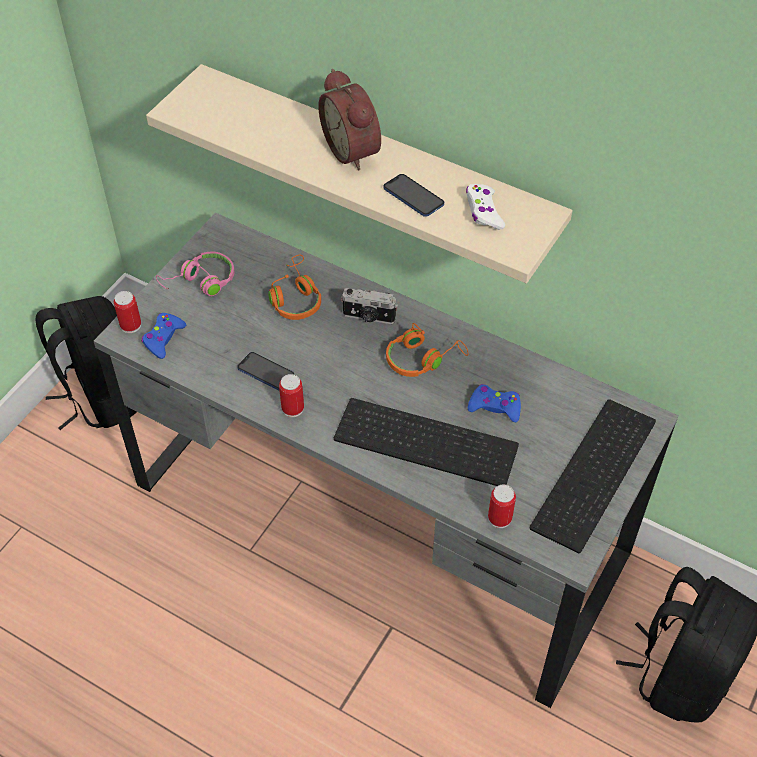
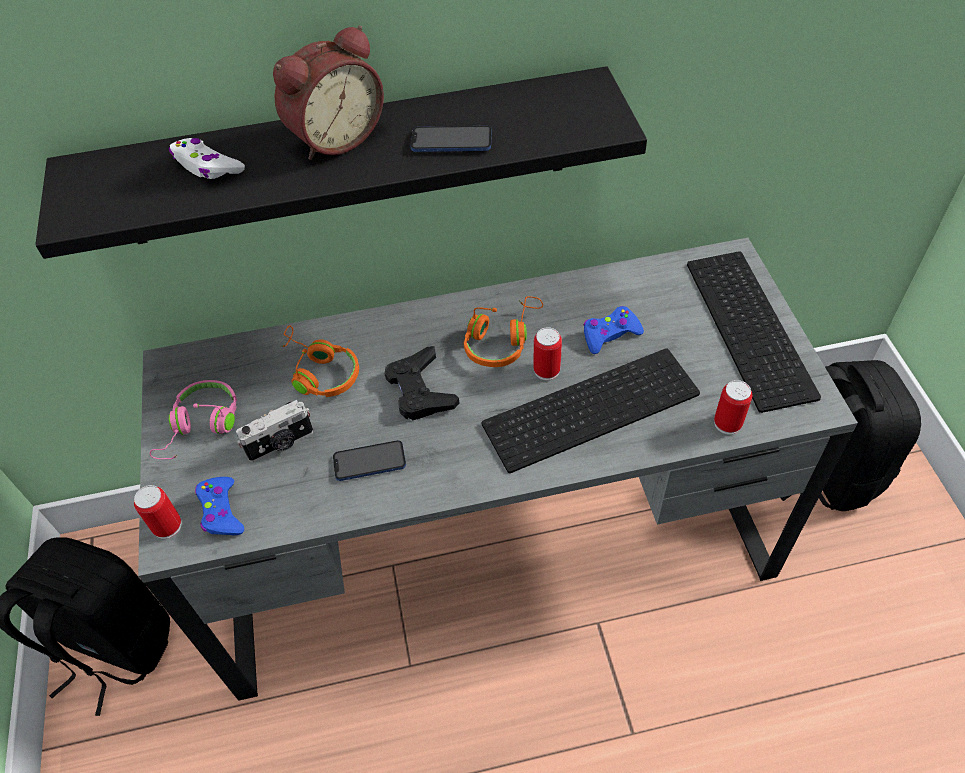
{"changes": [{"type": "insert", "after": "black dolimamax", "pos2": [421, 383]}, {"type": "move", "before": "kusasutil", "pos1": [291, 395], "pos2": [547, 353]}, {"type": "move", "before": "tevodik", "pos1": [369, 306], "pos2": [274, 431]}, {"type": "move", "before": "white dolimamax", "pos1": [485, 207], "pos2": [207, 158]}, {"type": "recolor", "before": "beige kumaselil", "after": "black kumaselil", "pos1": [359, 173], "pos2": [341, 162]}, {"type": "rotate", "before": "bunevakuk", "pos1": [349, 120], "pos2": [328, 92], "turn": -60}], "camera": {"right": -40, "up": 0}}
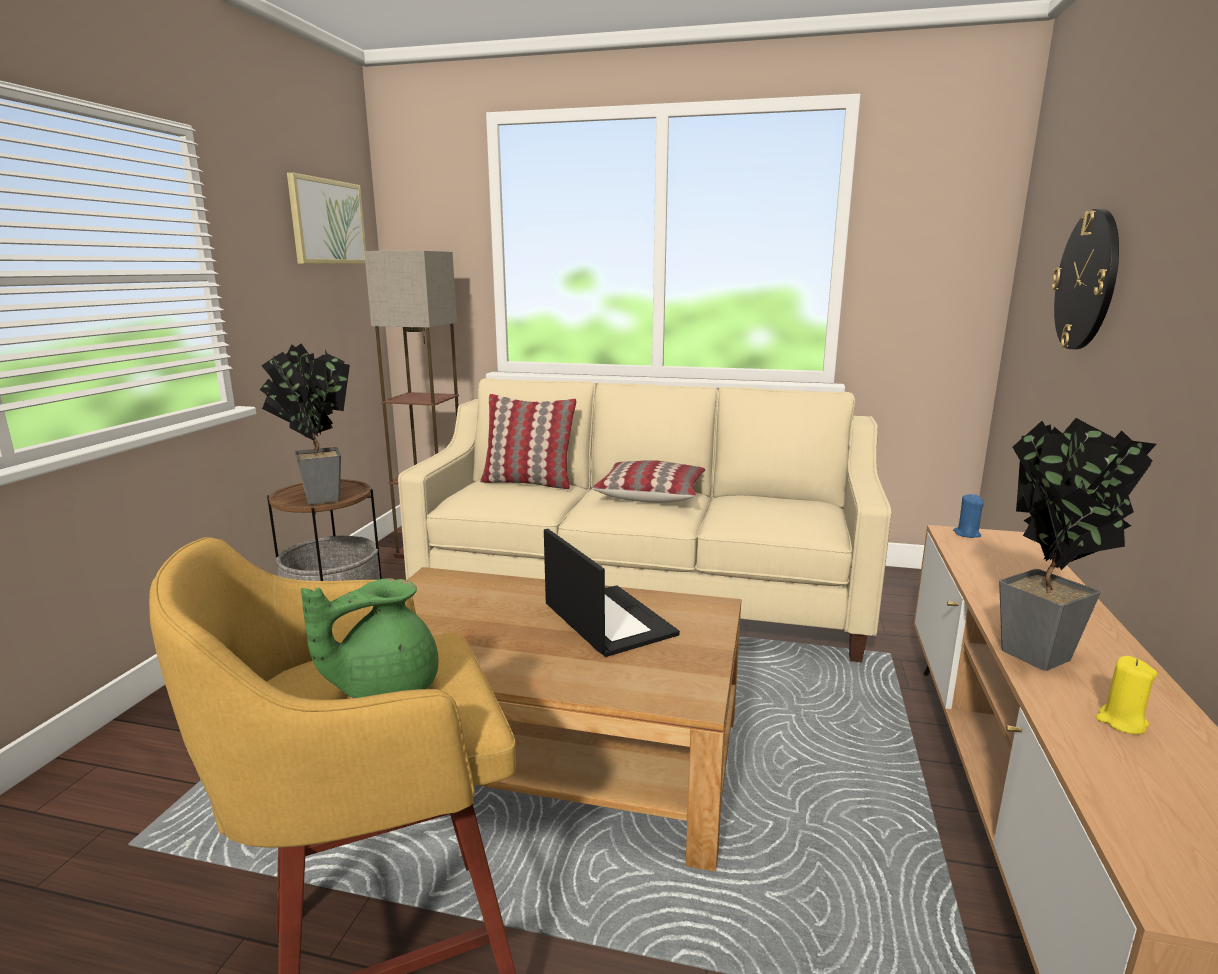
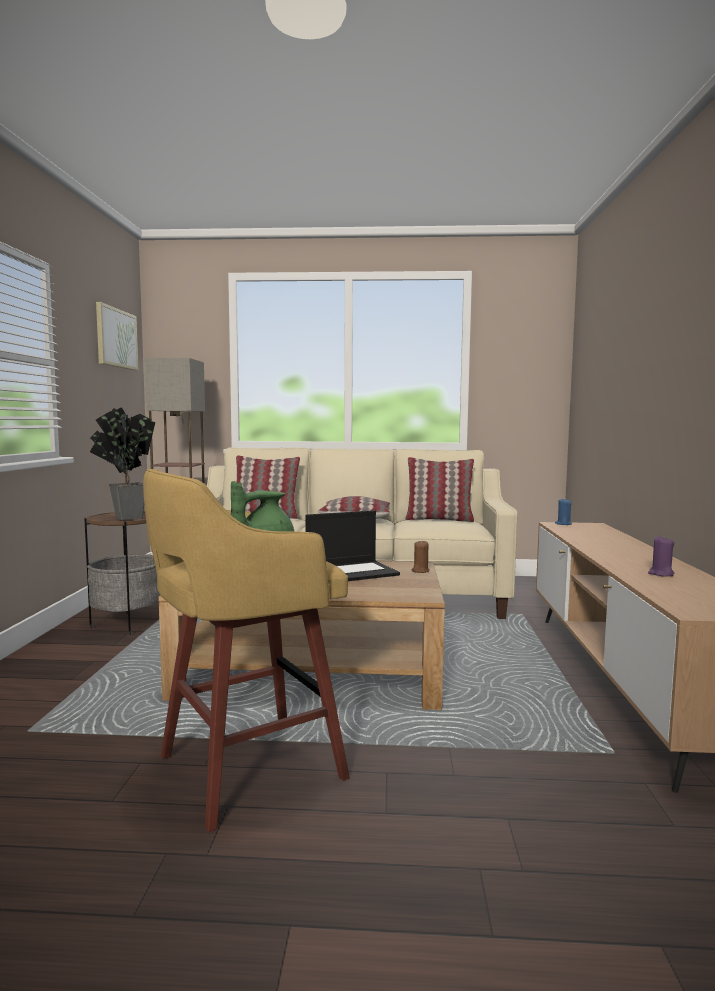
{"changes": [{"type": "delete", "before": "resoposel", "pos1": [1078, 544]}, {"type": "delete", "before": "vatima", "pos1": [1085, 279]}, {"type": "insert", "after": "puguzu", "pos2": [439, 489]}, {"type": "insert", "after": "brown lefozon", "pos2": [421, 556]}, {"type": "recolor", "before": "yellow lefozon", "after": "purple lefozon", "pos1": [1126, 695], "pos2": [661, 557]}, {"type": "rotate", "before": "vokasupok", "pos1": [612, 593], "pos2": [352, 545], "turn": 105}], "camera": {"right": -10, "up": -10}}
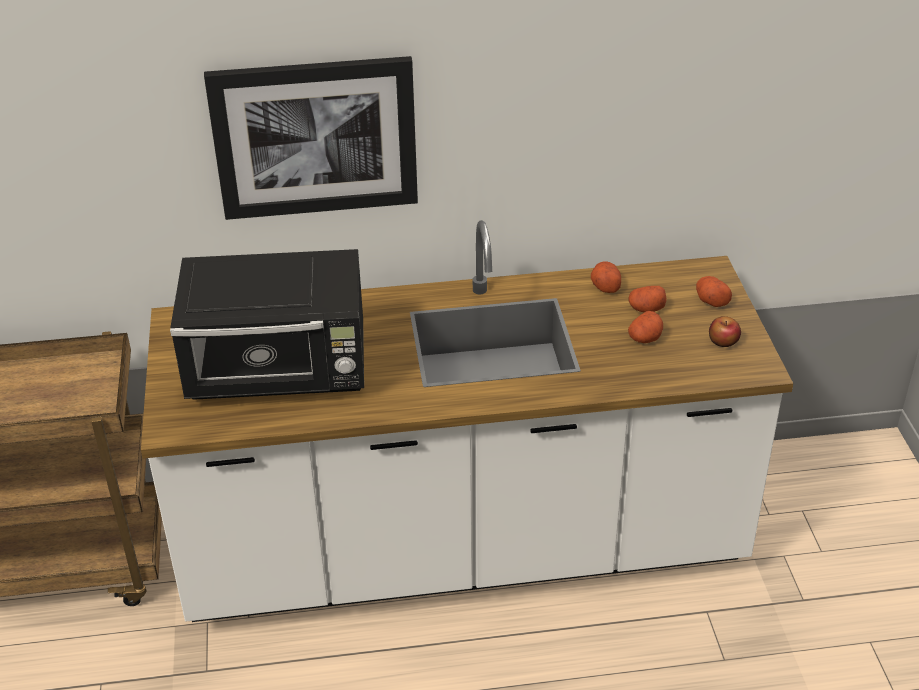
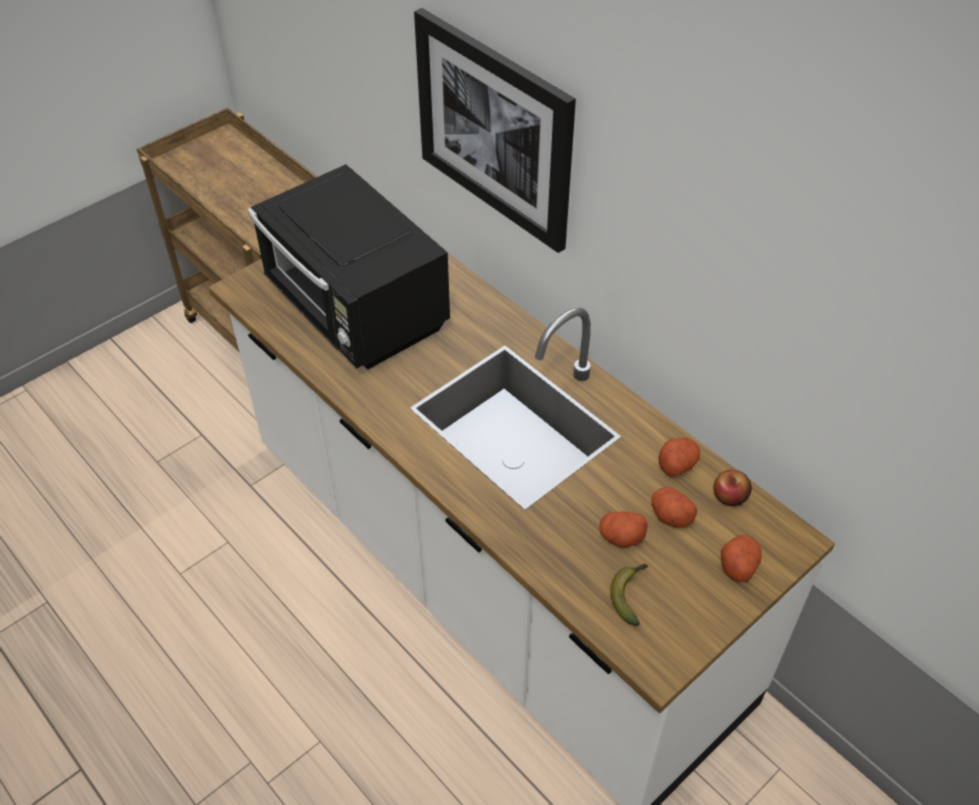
{"changes": [{"type": "insert", "after": "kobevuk", "pos2": [629, 595]}, {"type": "move", "before": "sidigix", "pos1": [725, 331], "pos2": [732, 488]}], "camera": {"right": 55, "up": 10}}
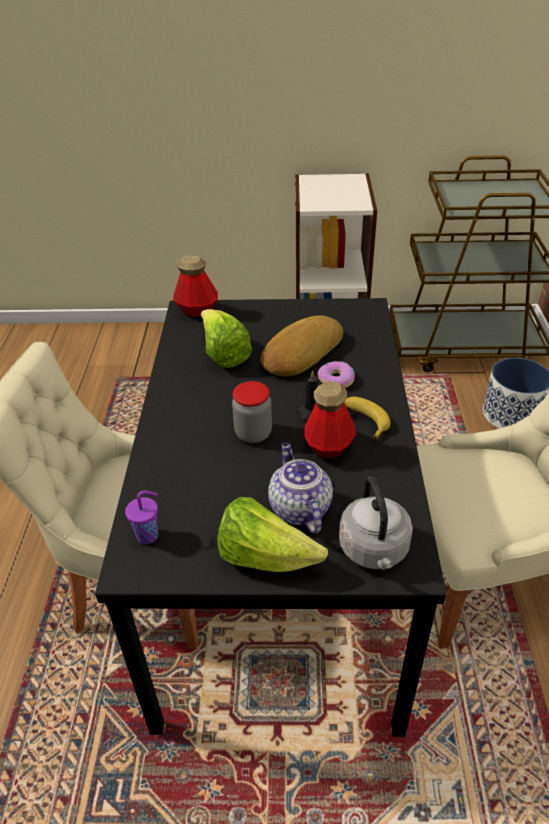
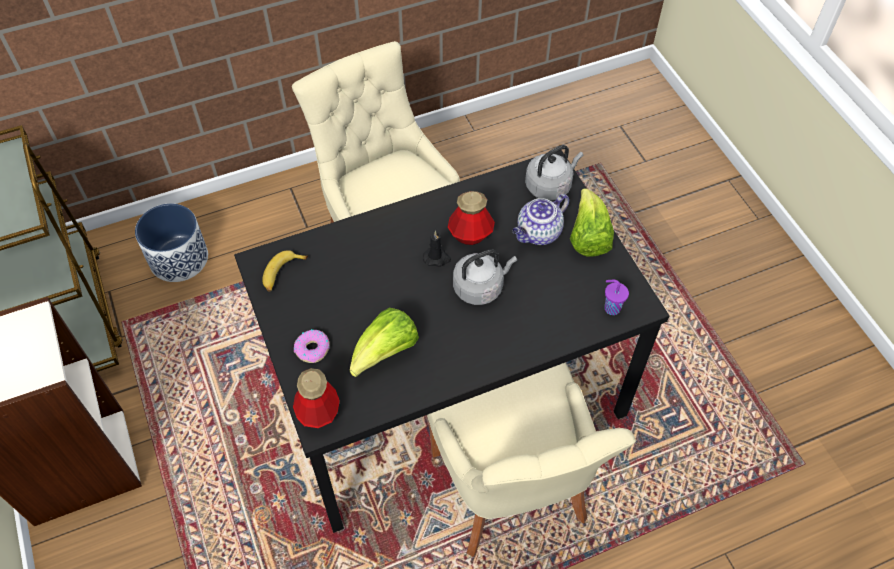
{"changes": [{"type": "delete", "before": "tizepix", "pos1": [302, 345]}, {"type": "move", "before": "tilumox", "pos1": [336, 374], "pos2": [312, 346]}, {"type": "move", "before": "kobevuk", "pos1": [367, 419], "pos2": [285, 271]}, {"type": "replace", "before": "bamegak", "after": "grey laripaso", "pos1": [252, 412], "pos2": [485, 277]}], "camera": {"right": -115, "up": 15}}
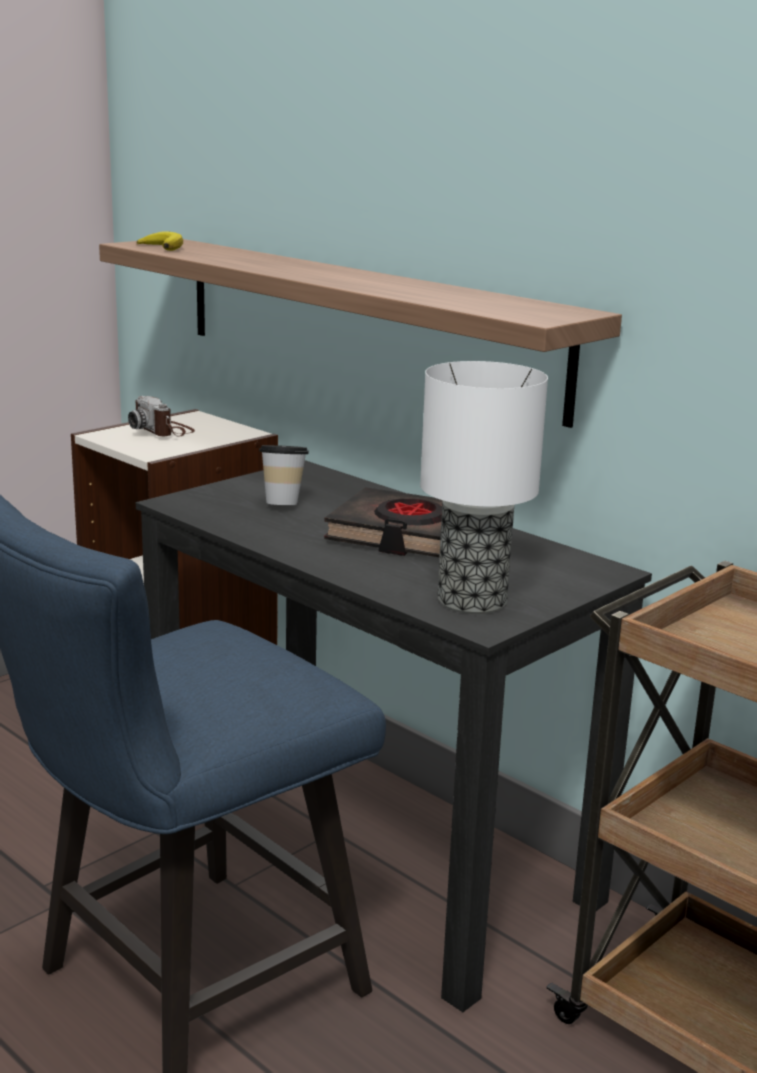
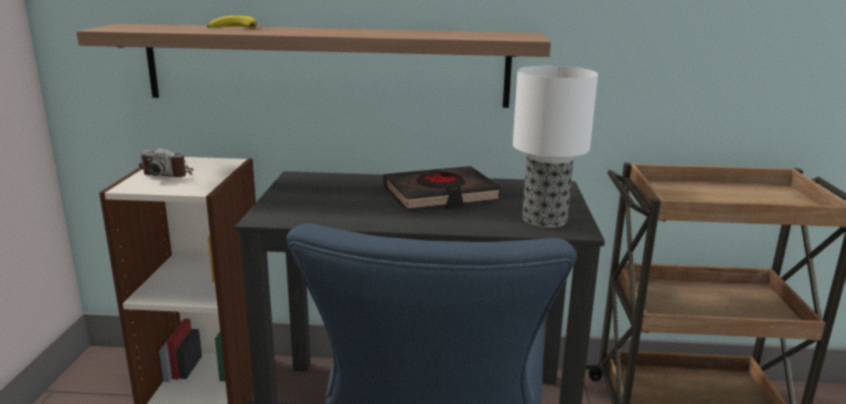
{"changes": [{"type": "delete", "before": "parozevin", "pos1": [284, 475]}, {"type": "move", "before": "kobevuk", "pos1": [160, 241], "pos2": [232, 22]}], "camera": {"right": -40, "up": 0}}
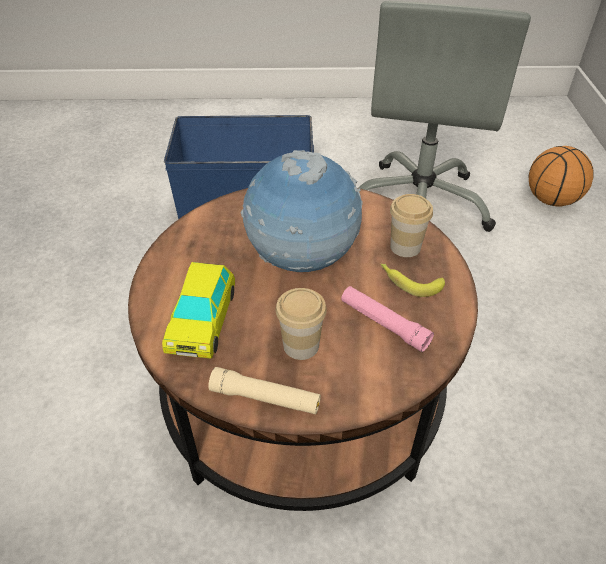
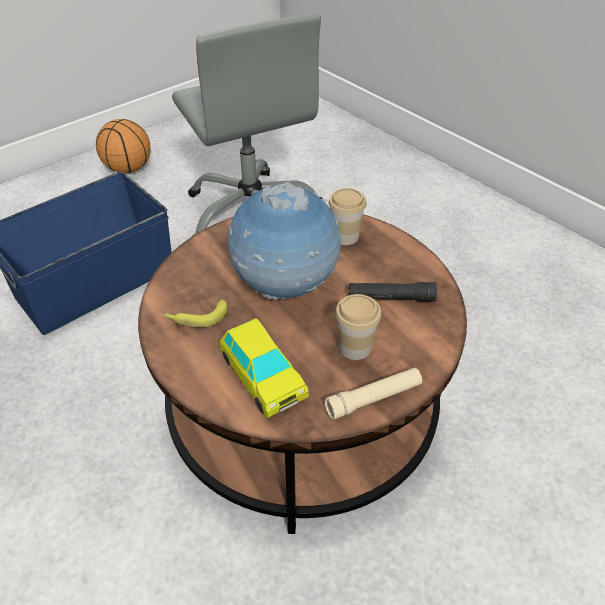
{"changes": [{"type": "move", "before": "kobevuk", "pos1": [413, 280], "pos2": [195, 313]}, {"type": "move", "before": "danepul", "pos1": [561, 176], "pos2": [123, 146]}, {"type": "recolor", "before": "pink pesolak", "after": "black pesolak", "pos1": [387, 319], "pos2": [393, 292]}], "camera": {"right": -40, "up": 0}}
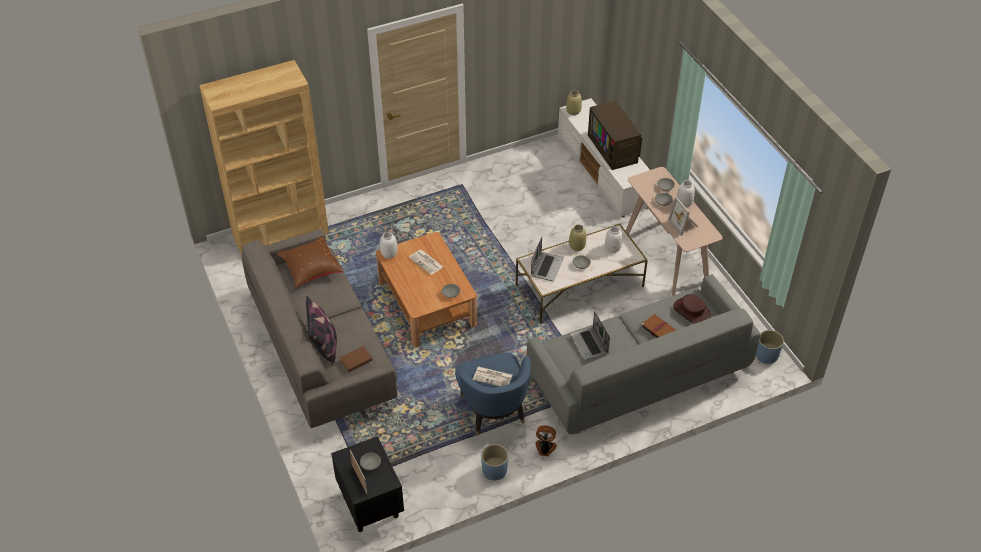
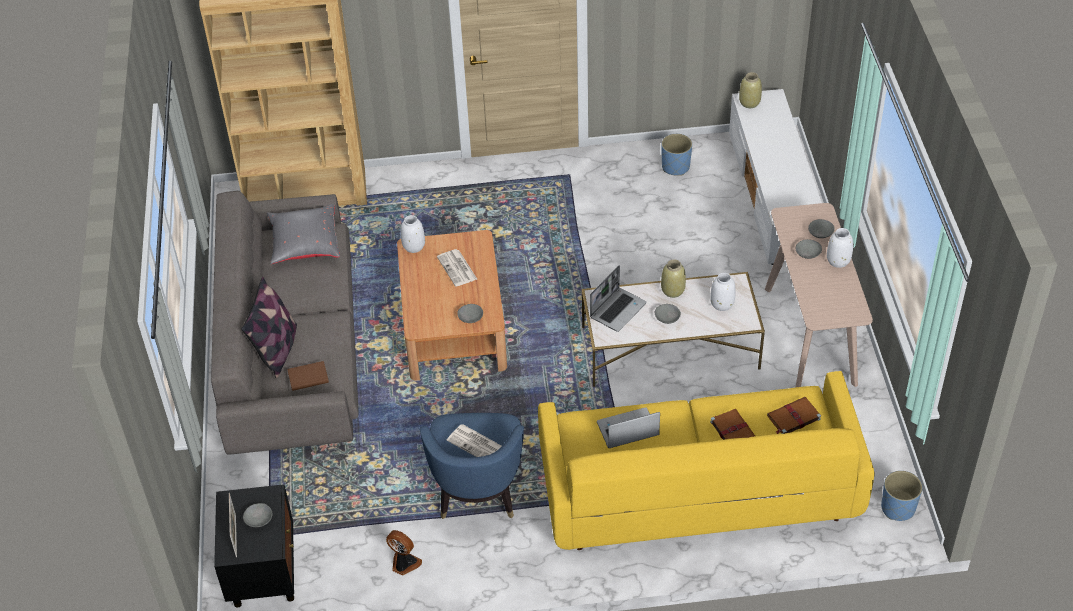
{"changes": [{"type": "delete", "before": "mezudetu", "pos1": [615, 135]}, {"type": "delete", "before": "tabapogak", "pos1": [683, 216]}, {"type": "move", "before": "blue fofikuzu", "pos1": [494, 462], "pos2": [676, 155]}, {"type": "move", "before": "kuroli", "pos1": [546, 440], "pos2": [404, 552]}, {"type": "replace", "before": "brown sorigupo", "after": "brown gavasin", "pos1": [692, 309], "pos2": [794, 415]}, {"type": "recolor", "before": "brown puguzu", "after": "grey puguzu", "pos1": [310, 261], "pos2": [303, 234]}, {"type": "recolor", "before": "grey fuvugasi", "after": "yellow fuvugasi", "pos1": [643, 354], "pos2": [706, 460]}, {"type": "rotate", "before": "vokasupok", "pos1": [590, 335], "pos2": [628, 427], "turn": 75}], "camera": {"right": 20, "up": 0}}
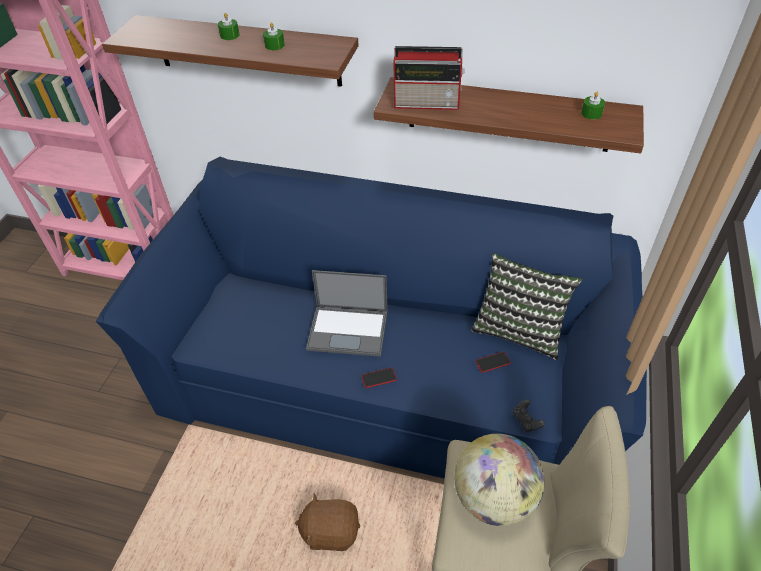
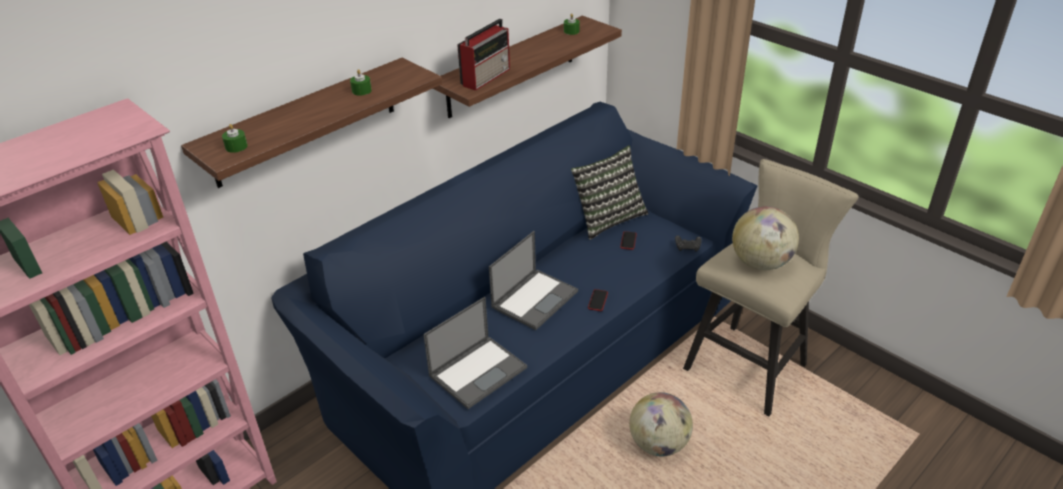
{"changes": [{"type": "insert", "after": "vokasupok", "pos2": [475, 353]}, {"type": "move", "before": "green lefozon", "pos1": [229, 26], "pos2": [235, 138]}, {"type": "replace", "before": "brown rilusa", "after": "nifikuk", "pos1": [327, 522], "pos2": [661, 424]}], "camera": {"right": -60, "up": -10}}
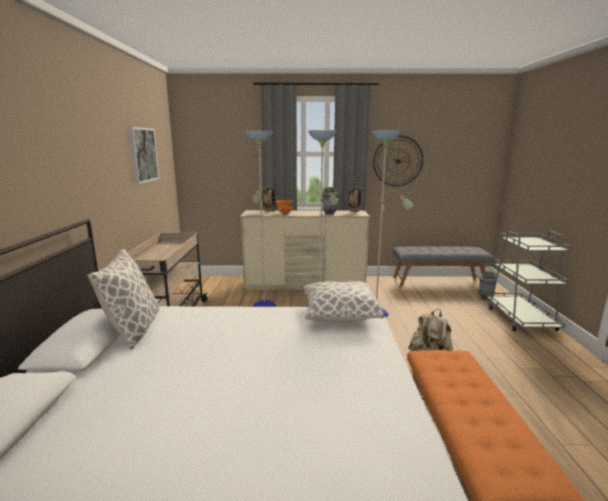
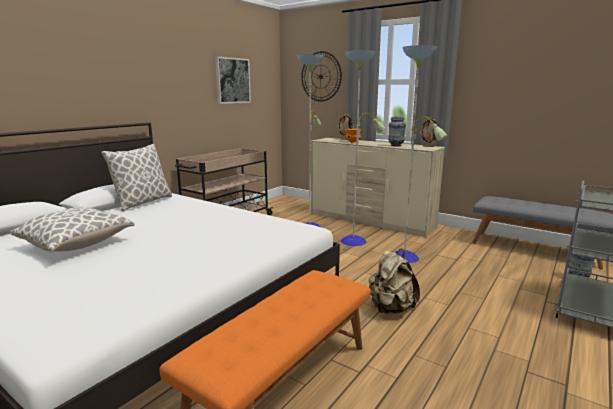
{"changes": [{"type": "move", "before": "puguzu", "pos1": [343, 302], "pos2": [72, 230]}, {"type": "move", "before": "vatima", "pos1": [398, 160], "pos2": [321, 76]}], "camera": {"right": 35, "up": 0}}
